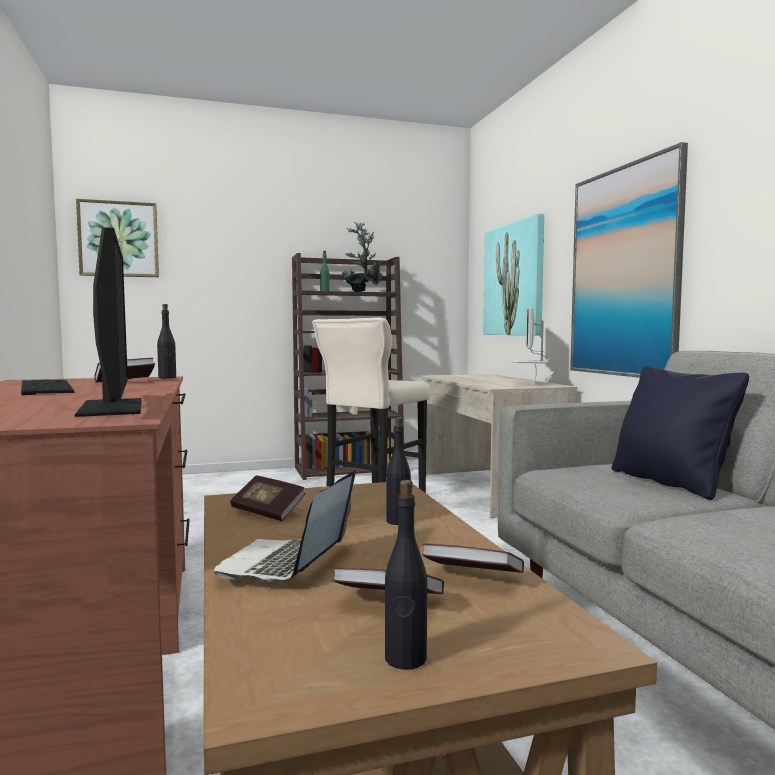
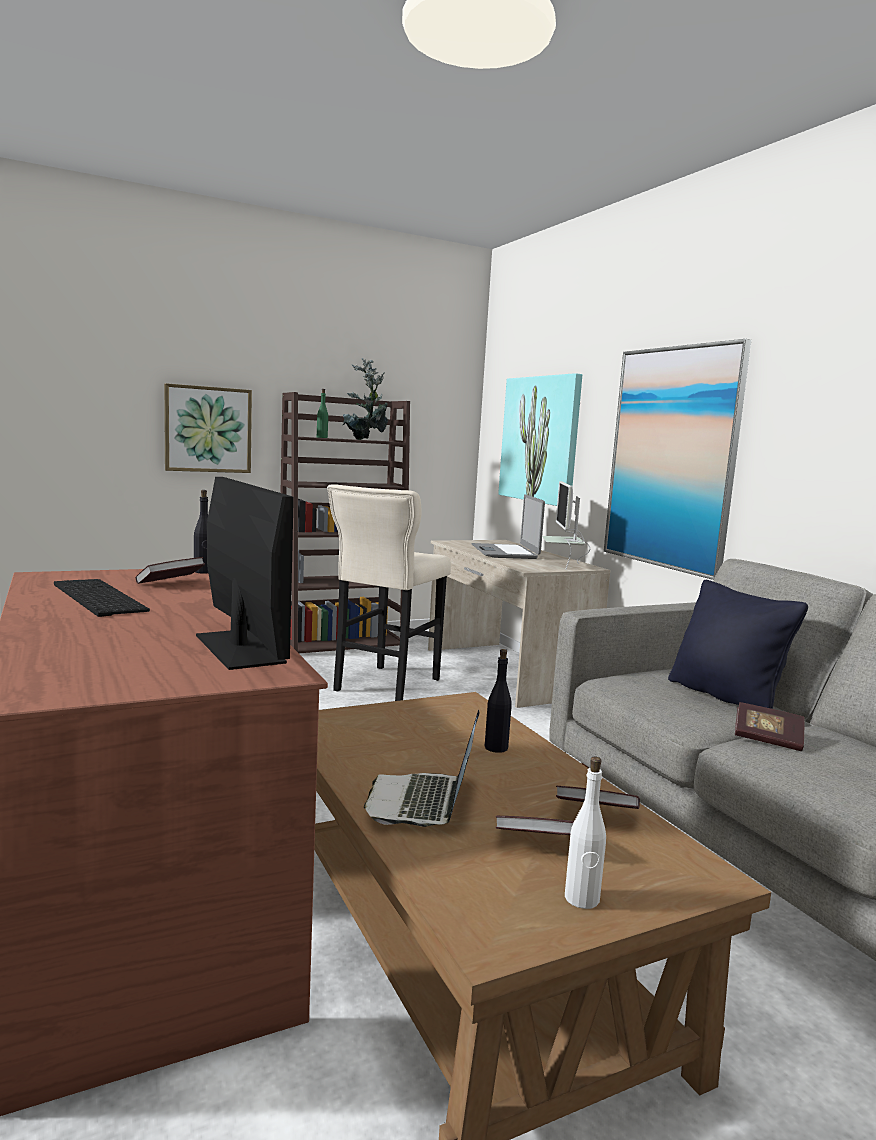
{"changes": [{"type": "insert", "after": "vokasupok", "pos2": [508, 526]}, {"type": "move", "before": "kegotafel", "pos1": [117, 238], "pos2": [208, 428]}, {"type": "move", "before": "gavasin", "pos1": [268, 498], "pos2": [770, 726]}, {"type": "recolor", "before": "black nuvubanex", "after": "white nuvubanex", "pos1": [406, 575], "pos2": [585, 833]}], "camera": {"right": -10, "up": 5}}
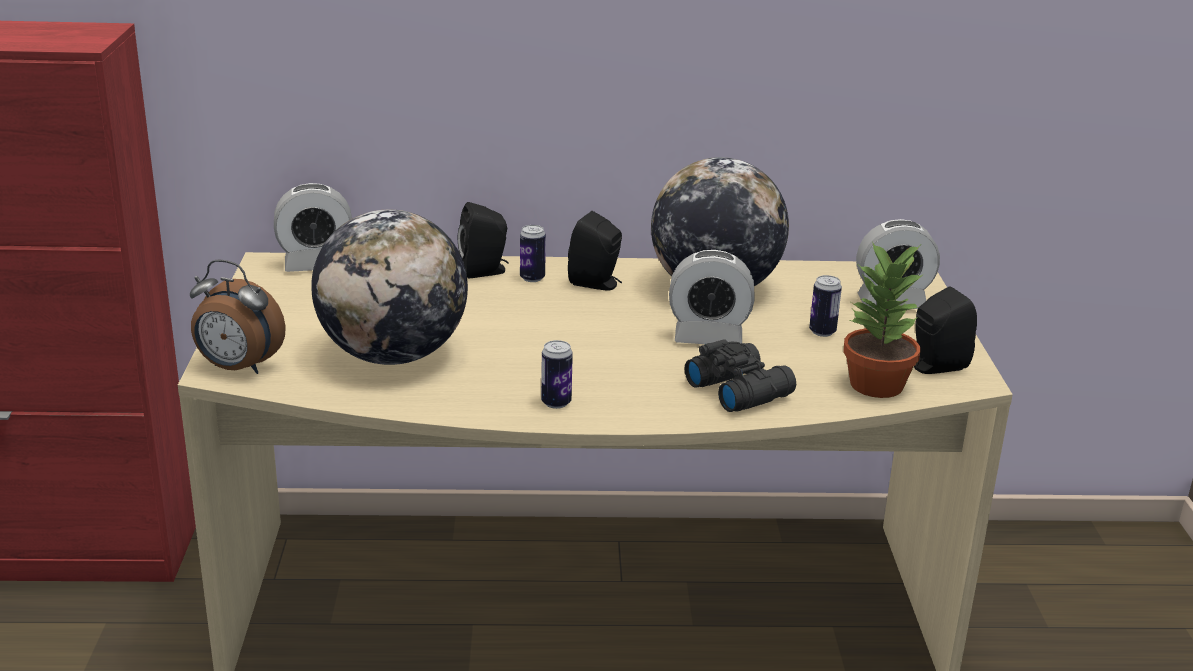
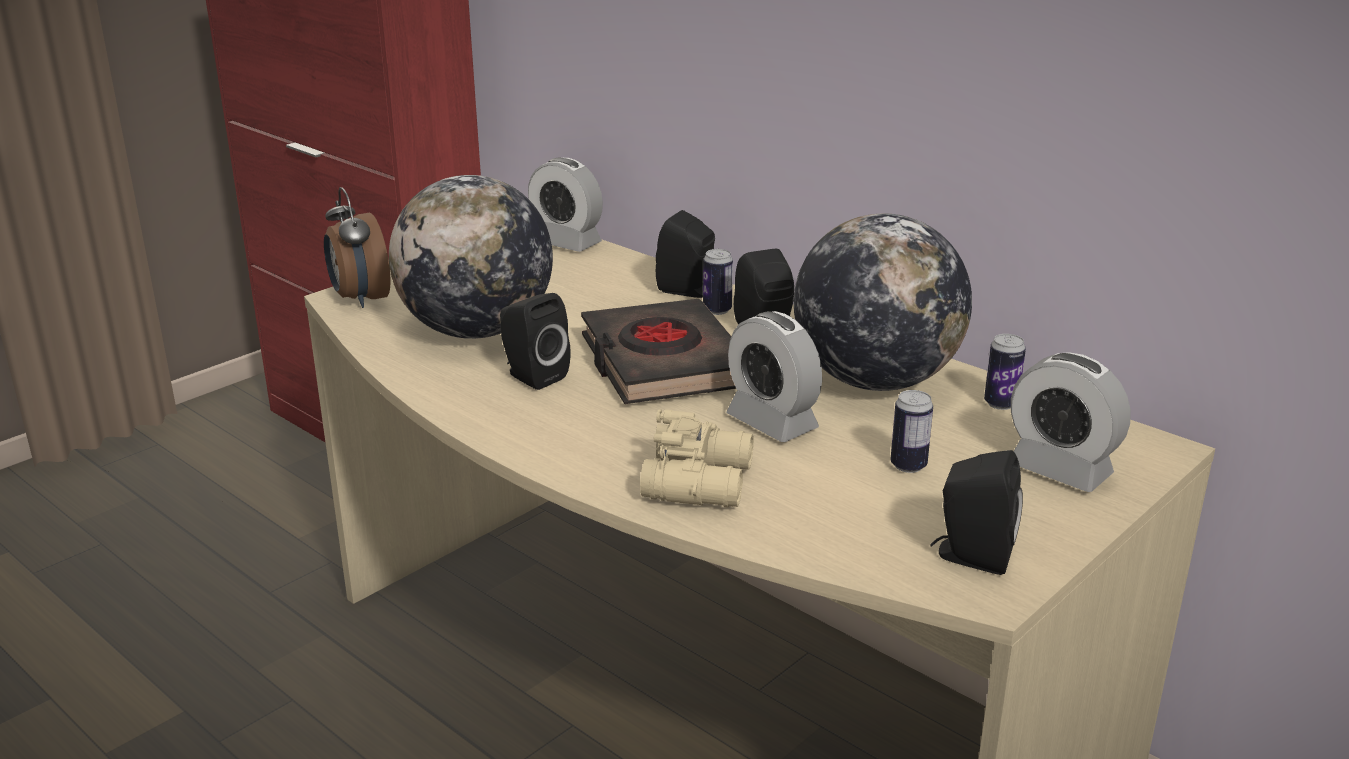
{"changes": [{"type": "delete", "before": "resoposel", "pos1": [883, 320]}, {"type": "insert", "after": "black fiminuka", "pos2": [535, 341]}, {"type": "insert", "after": "black gavasin", "pos2": [658, 351]}, {"type": "move", "before": "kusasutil", "pos1": [557, 374], "pos2": [1005, 372]}, {"type": "recolor", "before": "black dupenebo", "after": "beige dupenebo", "pos1": [740, 375], "pos2": [697, 458]}], "camera": {"right": 45, "up": 0}}
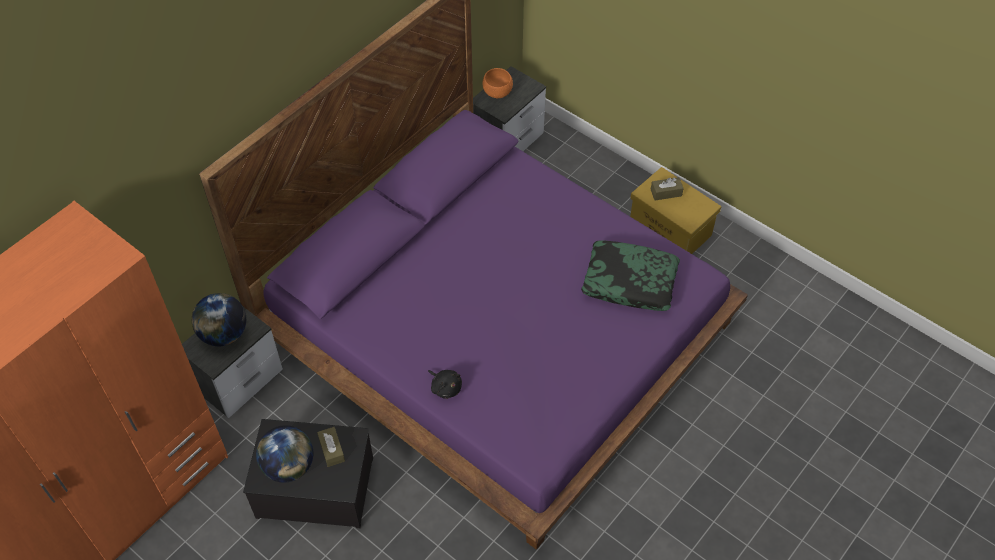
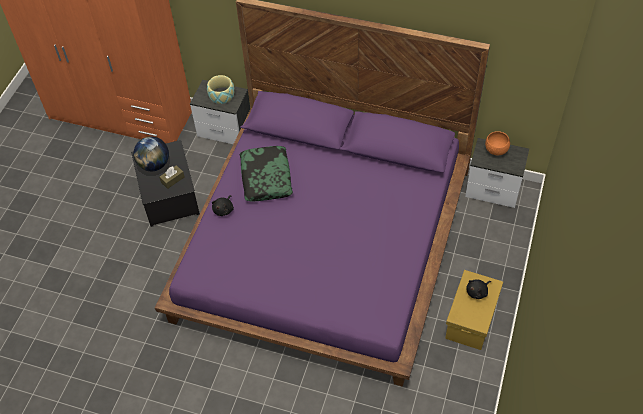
{"changes": [{"type": "move", "before": "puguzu", "pos1": [630, 275], "pos2": [266, 173]}, {"type": "replace", "before": "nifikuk", "after": "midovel", "pos1": [219, 319], "pos2": [220, 89]}, {"type": "replace", "before": "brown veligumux", "after": "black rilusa", "pos1": [667, 189], "pos2": [478, 289]}], "camera": {"right": 70, "up": 0}}
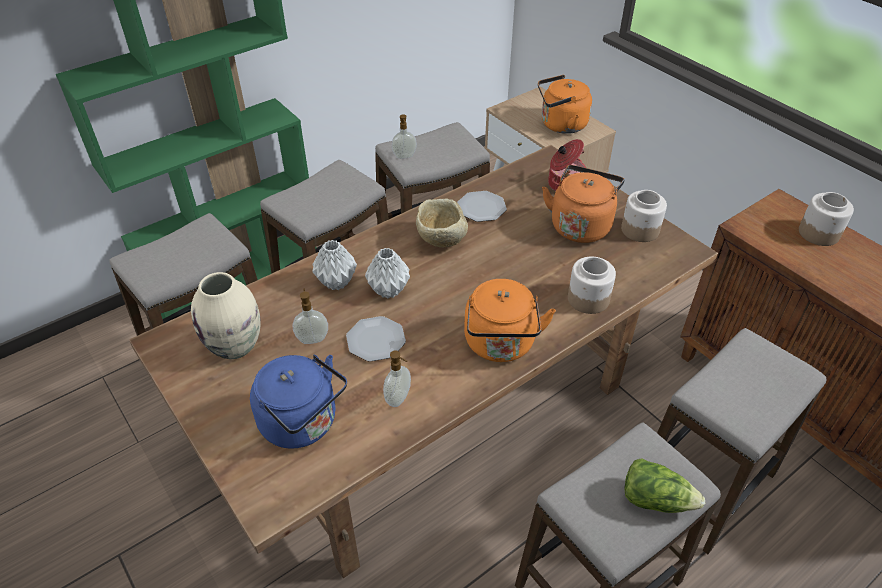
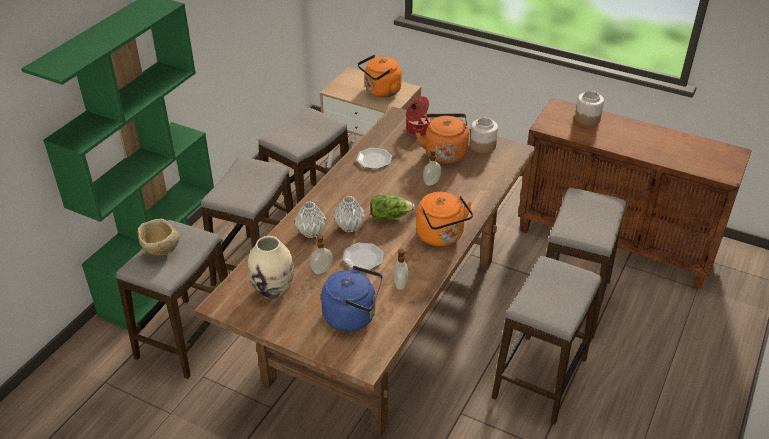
{"changes": [{"type": "delete", "before": "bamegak", "pos1": [592, 285]}, {"type": "move", "before": "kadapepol", "pos1": [404, 136], "pos2": [432, 167]}, {"type": "move", "before": "beige midovel", "pos1": [442, 223], "pos2": [158, 236]}, {"type": "move", "before": "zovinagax", "pos1": [664, 485], "pos2": [392, 208]}], "camera": {"right": -25, "up": -5}}
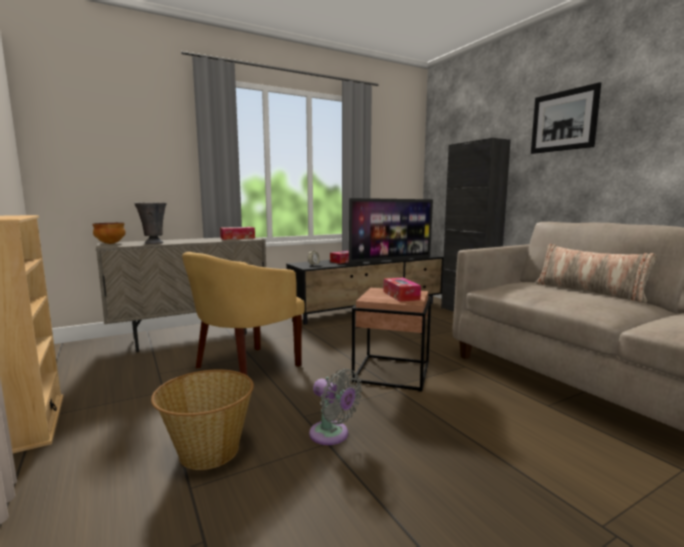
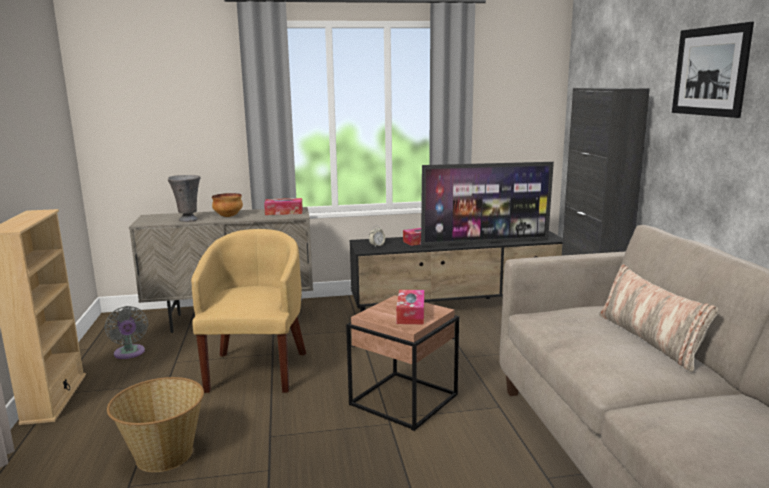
{"changes": [{"type": "move", "before": "midovel", "pos1": [109, 233], "pos2": [227, 205]}, {"type": "move", "before": "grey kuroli", "pos1": [335, 407], "pos2": [126, 332]}, {"type": "rotate", "before": "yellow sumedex", "pos1": [243, 313], "pos2": [248, 311], "turn": 120}], "camera": {"right": 20, "up": 5}}
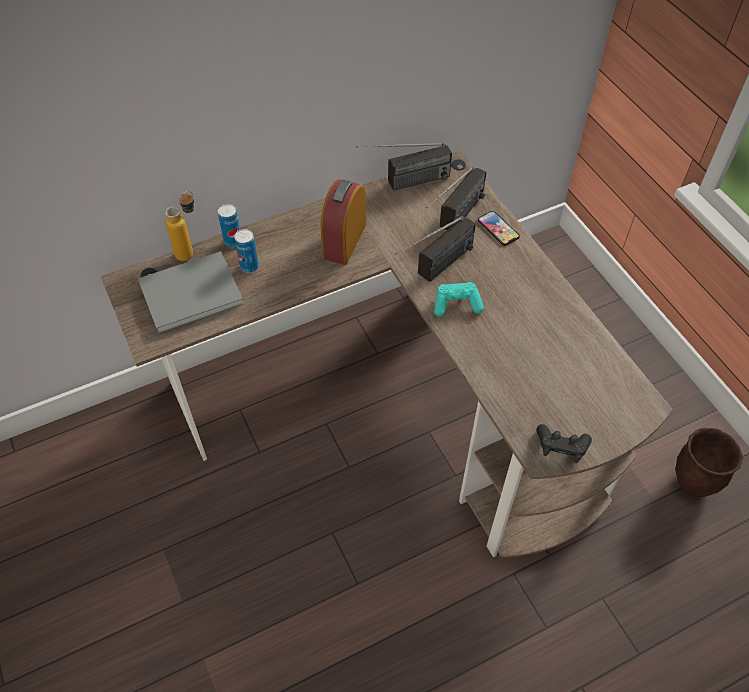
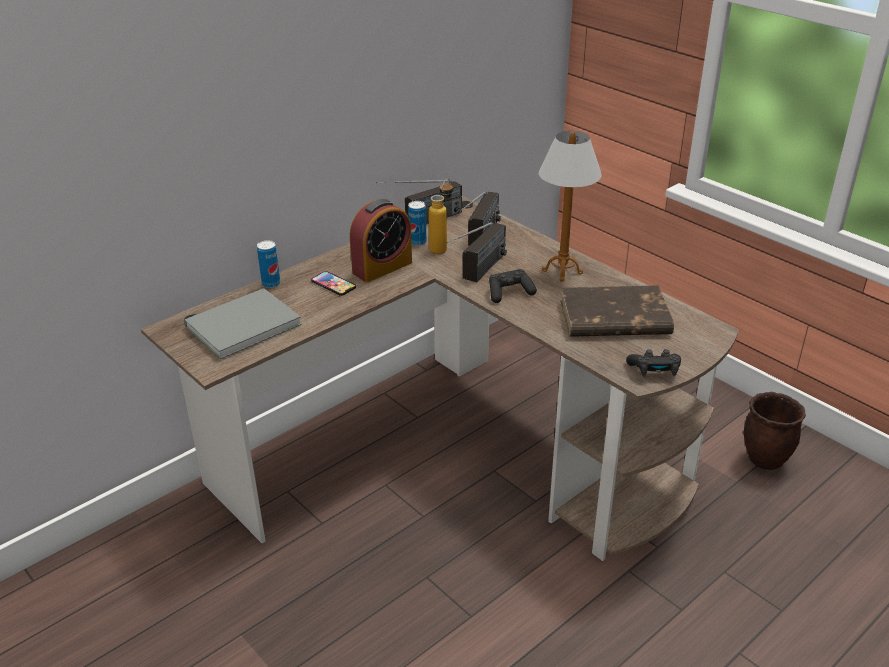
{"changes": [{"type": "insert", "after": "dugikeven", "pos2": [570, 206]}, {"type": "insert", "after": "brown gavasin", "pos2": [617, 311]}, {"type": "move", "before": "nuvubanex", "pos1": [179, 226], "pos2": [441, 216]}, {"type": "move", "before": "kusasutil", "pos1": [246, 251], "pos2": [417, 223]}, {"type": "move", "before": "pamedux", "pos1": [499, 228], "pos2": [333, 283]}, {"type": "recolor", "before": "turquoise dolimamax", "after": "black dolimamax", "pos1": [459, 299], "pos2": [513, 286]}, {"type": "rotate", "before": "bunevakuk", "pos1": [343, 222], "pos2": [381, 240], "turn": -135}], "camera": {"right": -15, "up": -20}}
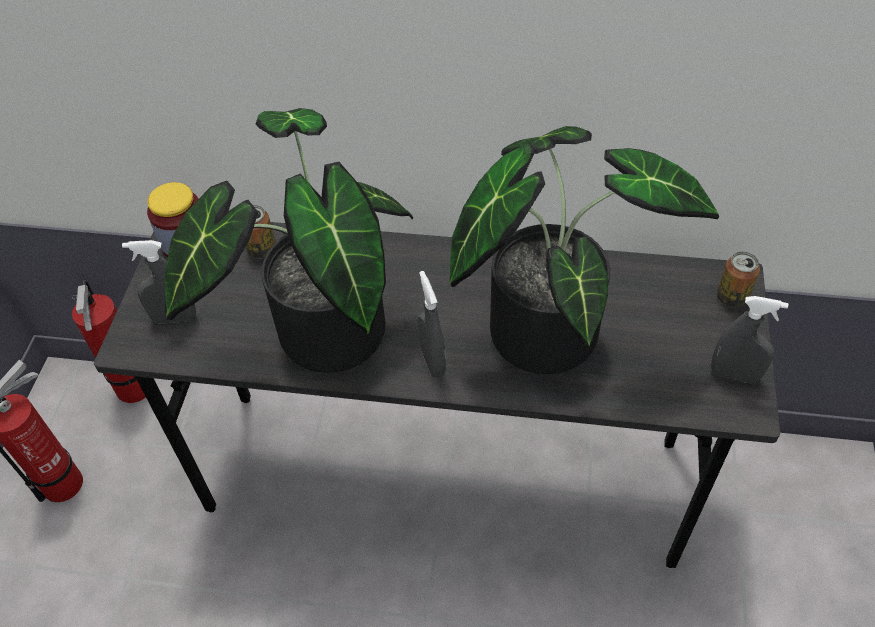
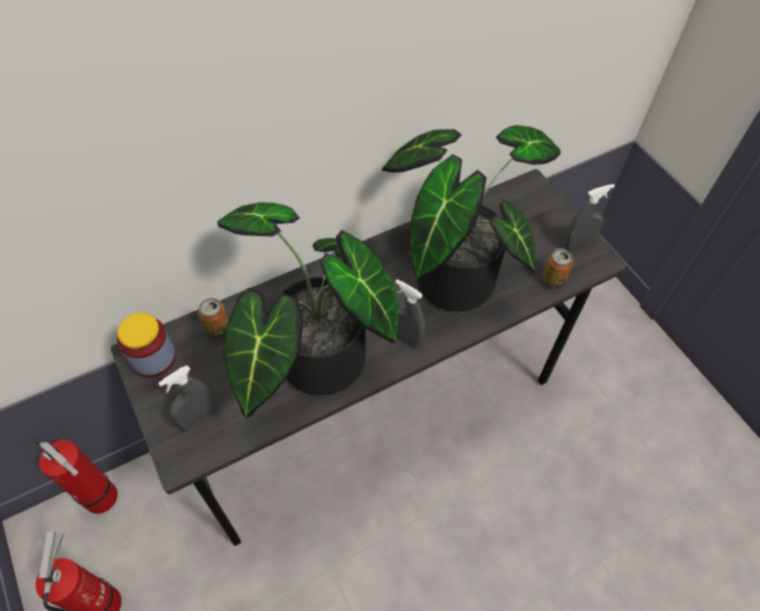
{"changes": [{"type": "move", "before": "kusasutil", "pos1": [738, 280], "pos2": [557, 268]}], "camera": {"right": -40, "up": 5}}
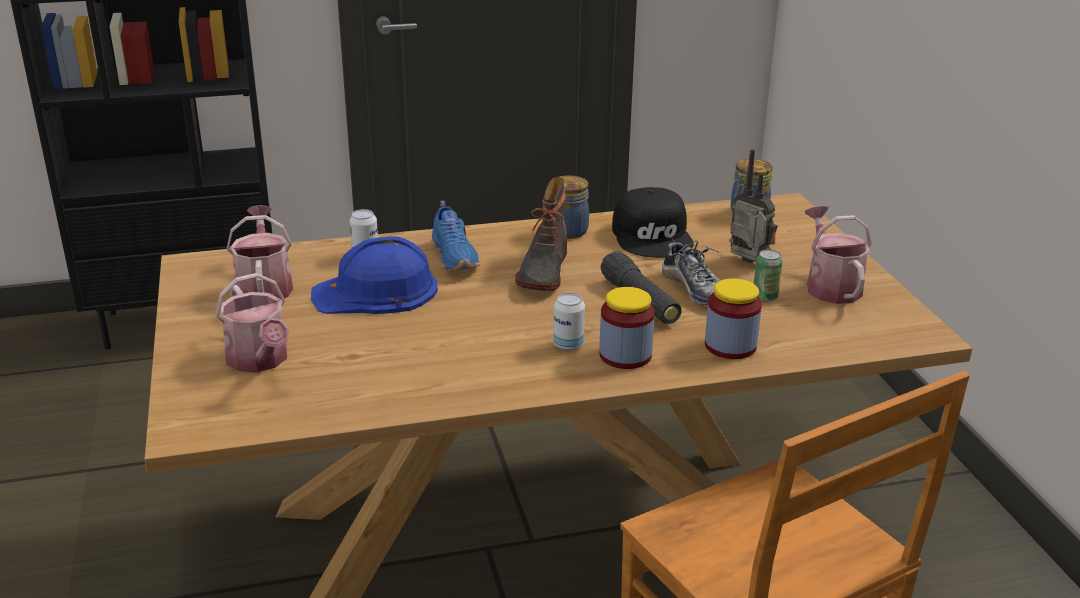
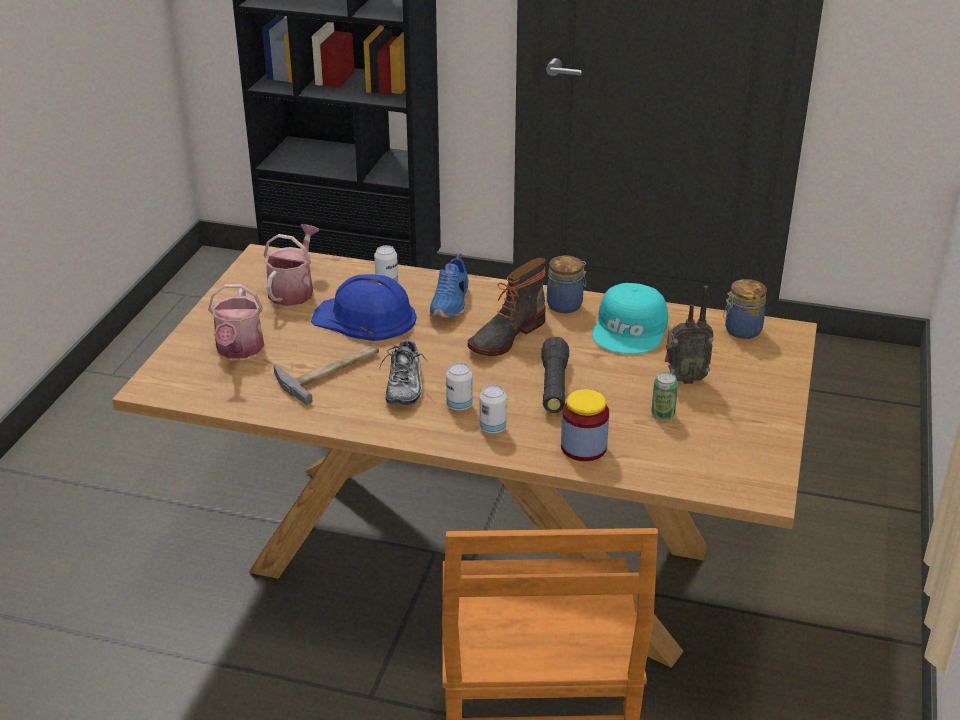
{"changes": [{"type": "delete", "before": "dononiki", "pos1": [838, 255]}, {"type": "insert", "after": "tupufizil", "pos2": [326, 375]}, {"type": "move", "before": "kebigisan", "pos1": [692, 271], "pos2": [404, 371]}, {"type": "replace", "before": "bamegak", "after": "kusasutil", "pos1": [627, 328], "pos2": [493, 409]}, {"type": "recolor", "before": "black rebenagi", "after": "turquoise rebenagi", "pos1": [653, 222], "pos2": [630, 318]}, {"type": "rotate", "before": "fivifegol", "pos1": [753, 206], "pos2": [689, 334], "turn": 105}], "camera": {"right": 30, "up": 5}}
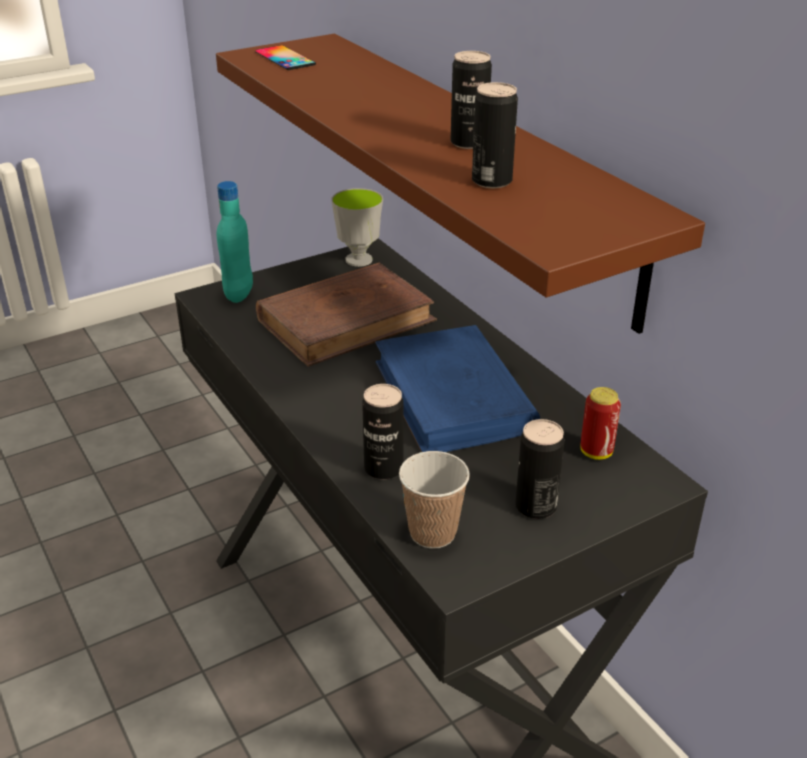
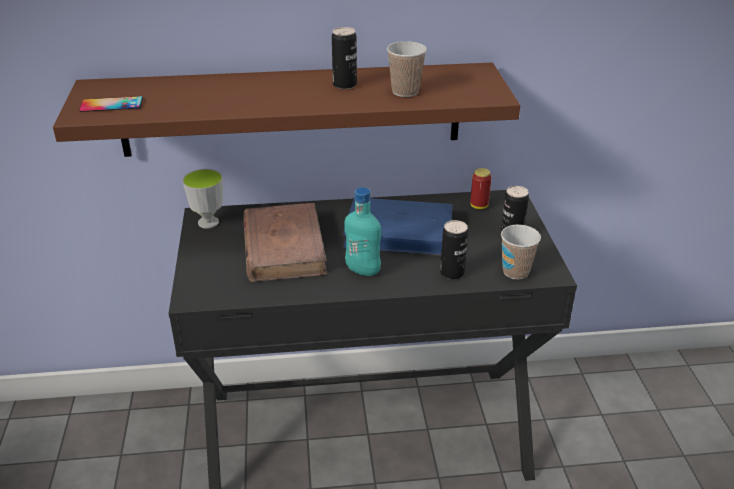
{"changes": [{"type": "move", "before": "turquoise nuvubanex", "pos1": [235, 242], "pos2": [362, 231]}, {"type": "replace", "before": "kusasutil", "after": "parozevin", "pos1": [495, 135], "pos2": [407, 69]}], "camera": {"right": -65, "up": 0}}
